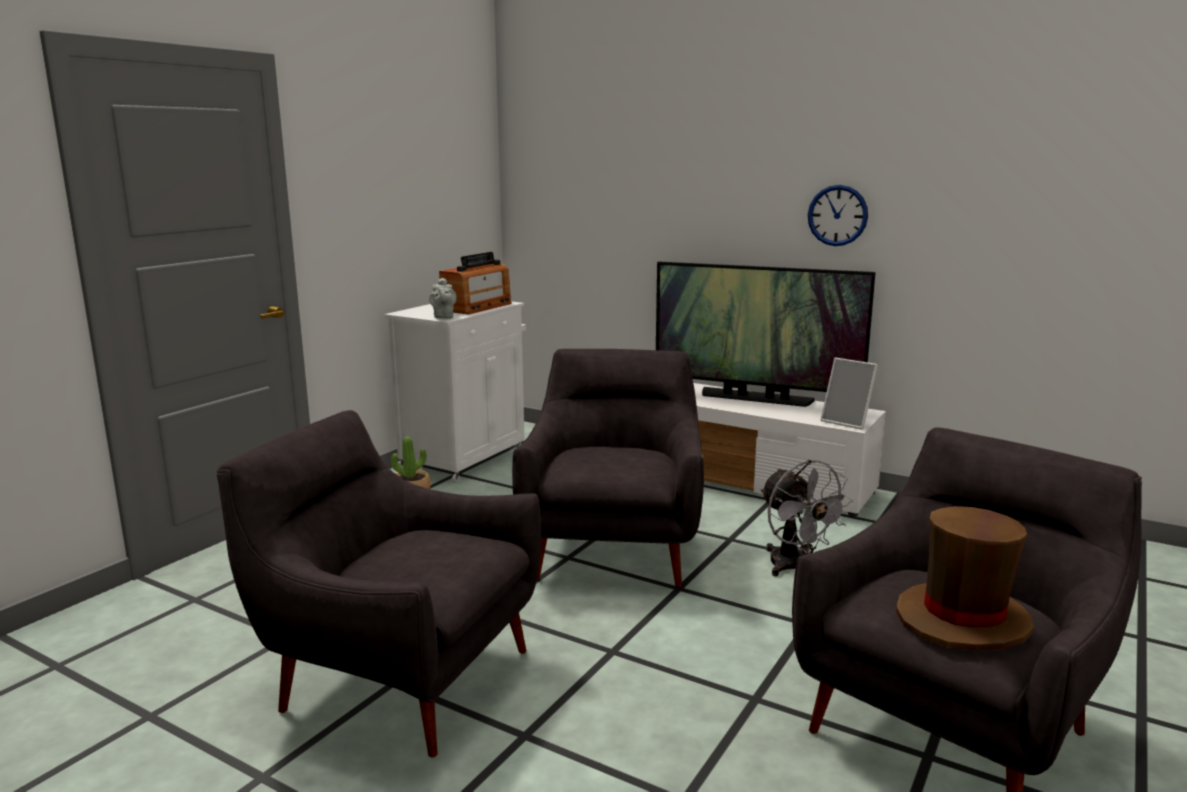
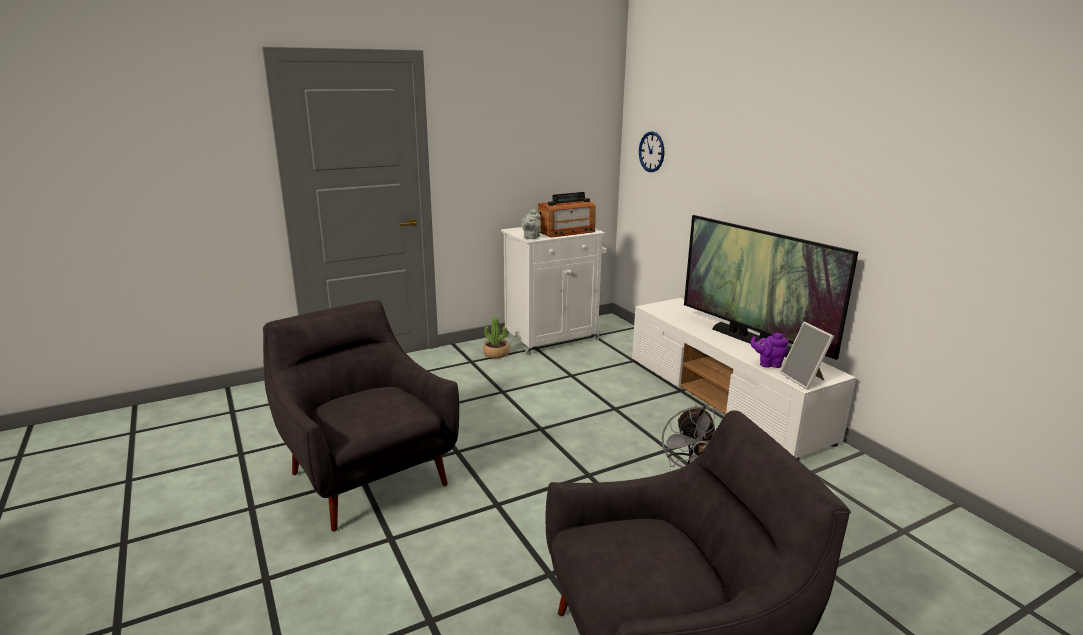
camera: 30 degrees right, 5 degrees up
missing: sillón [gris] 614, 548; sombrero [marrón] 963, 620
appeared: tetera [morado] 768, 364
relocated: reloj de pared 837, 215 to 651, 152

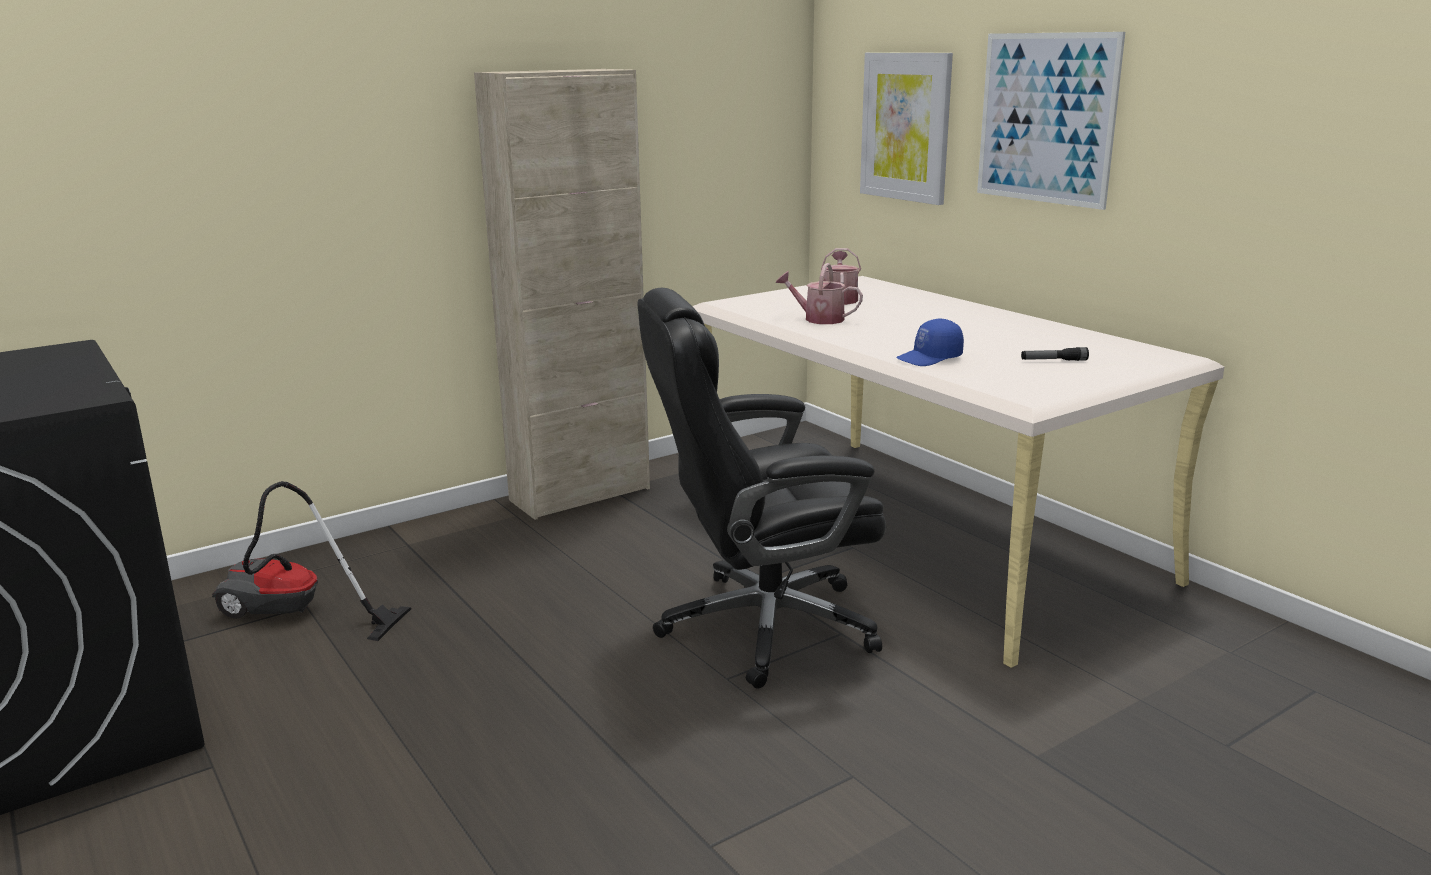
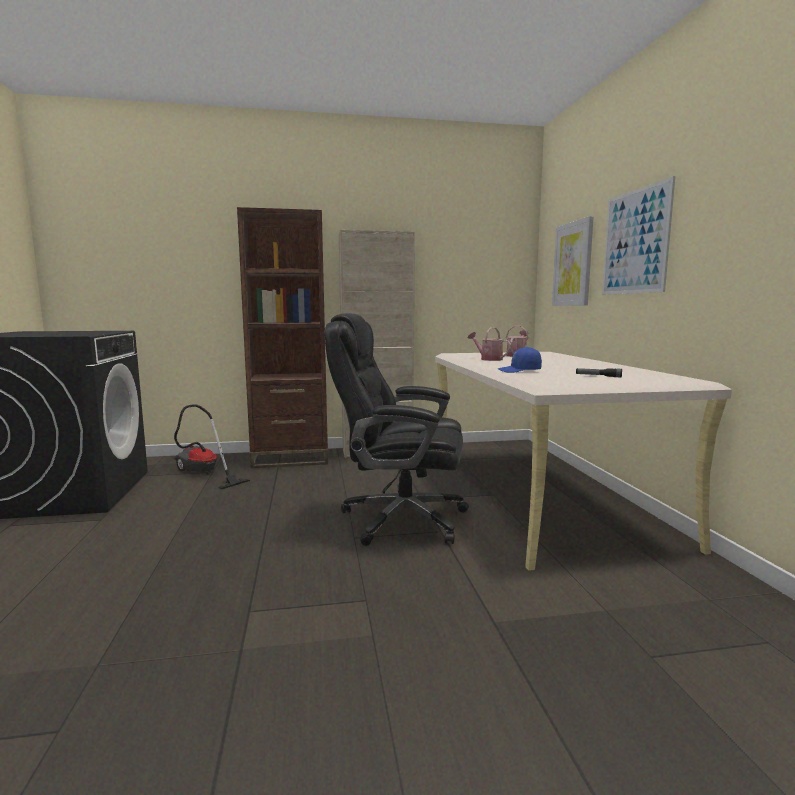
camera: 25 degrees right, 10 degrees down
appeared: estantería [marrón] 290, 458

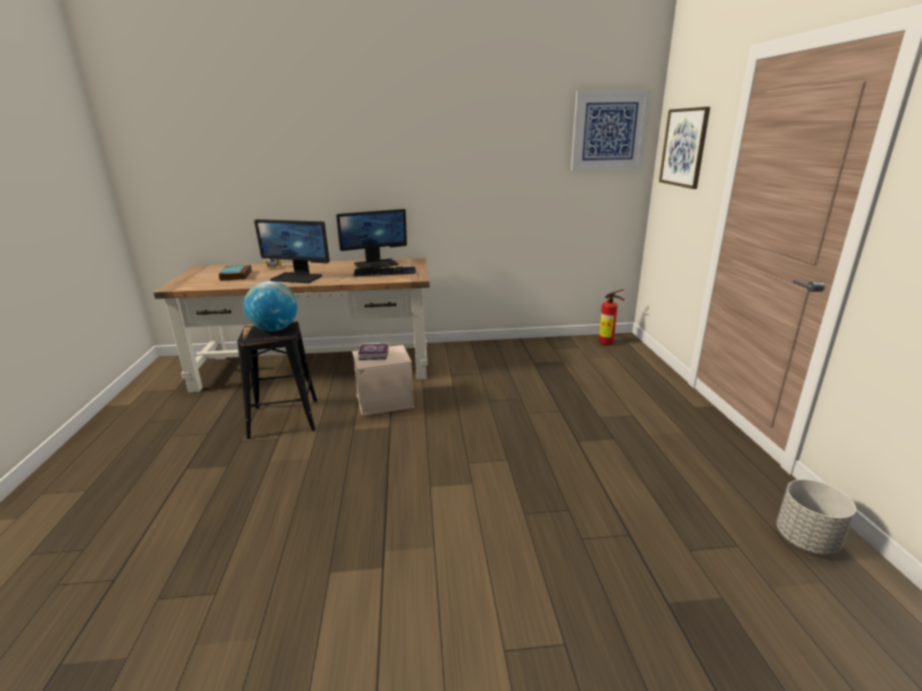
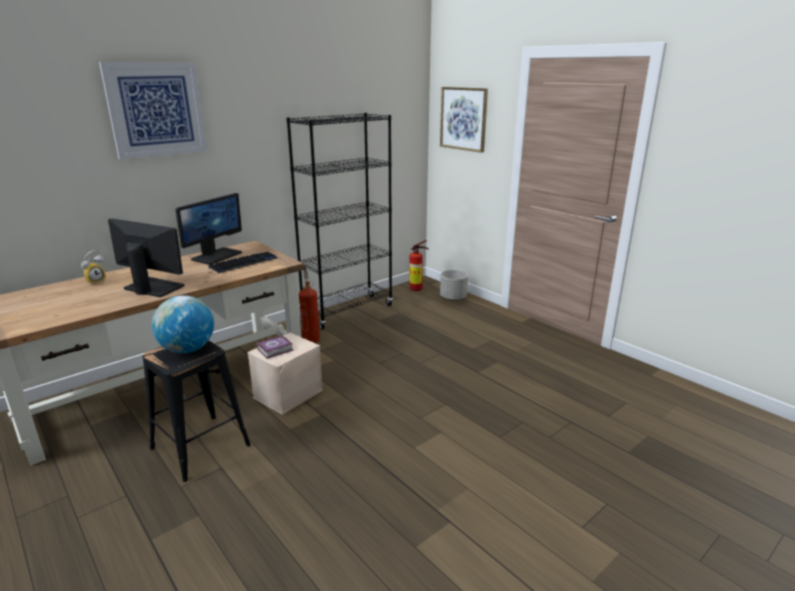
camera: 35 degrees left, 0 degrees up
missing: libro 236, 275
appeared: estantería [negro] 348, 312; extintor 310, 338
relocated: cuadro 609, 131 to 156, 109; maceta [gris] 805, 539 to 453, 298
spun: monitor 297, 278 = 153, 287 135 degrees counterclockwise

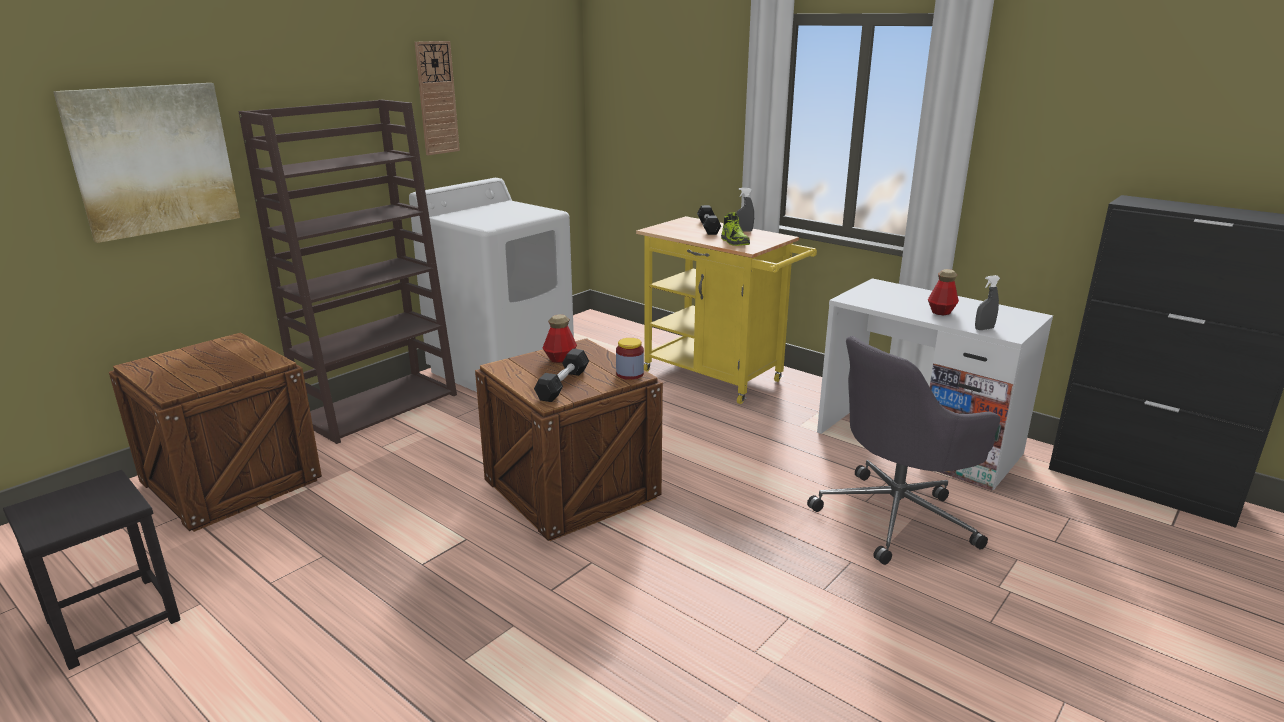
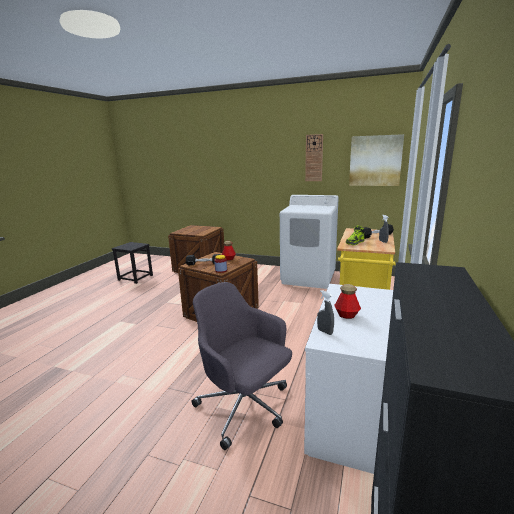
camera: 70 degrees right, 5 degrees down
missing: estantería [marrón] 379, 406
relocated: cuadro 153, 159 to 375, 161

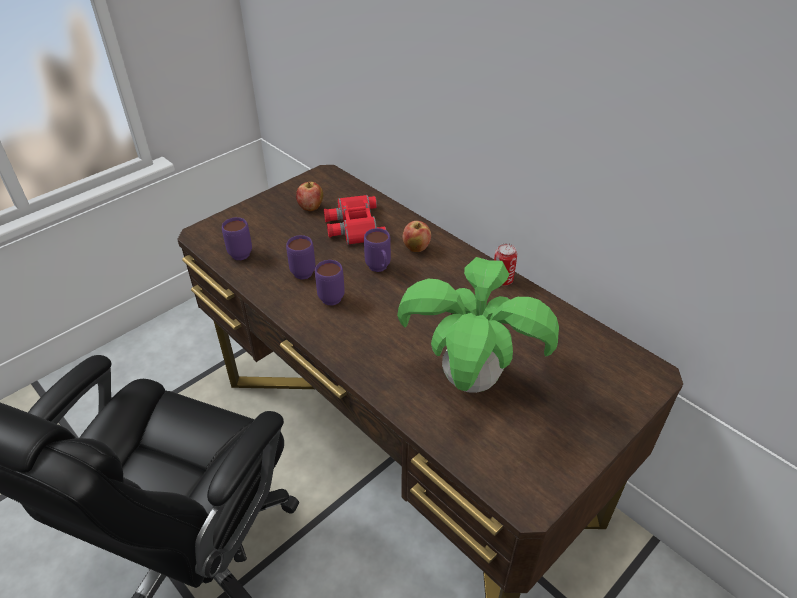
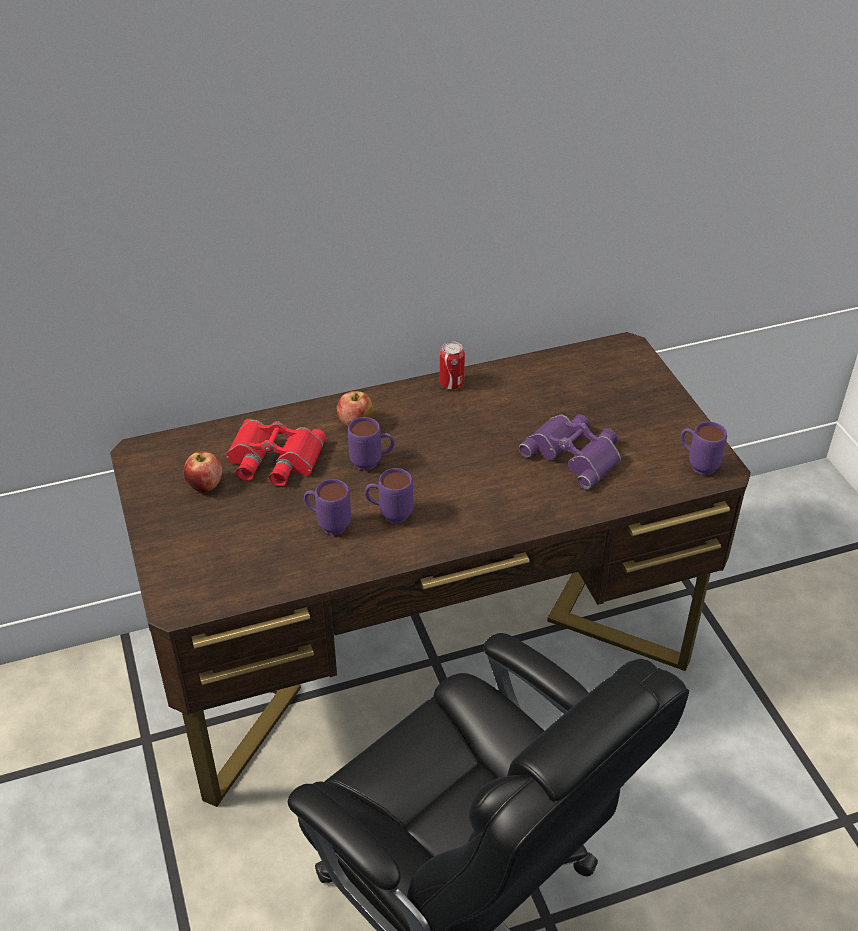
camera: 65 degrees left, 0 degrees up
relocated: taza grande [morado] 242, 252 to 697, 465
exchanged: planta en maceta 471, 381 to prismáticos [morado] 575, 454

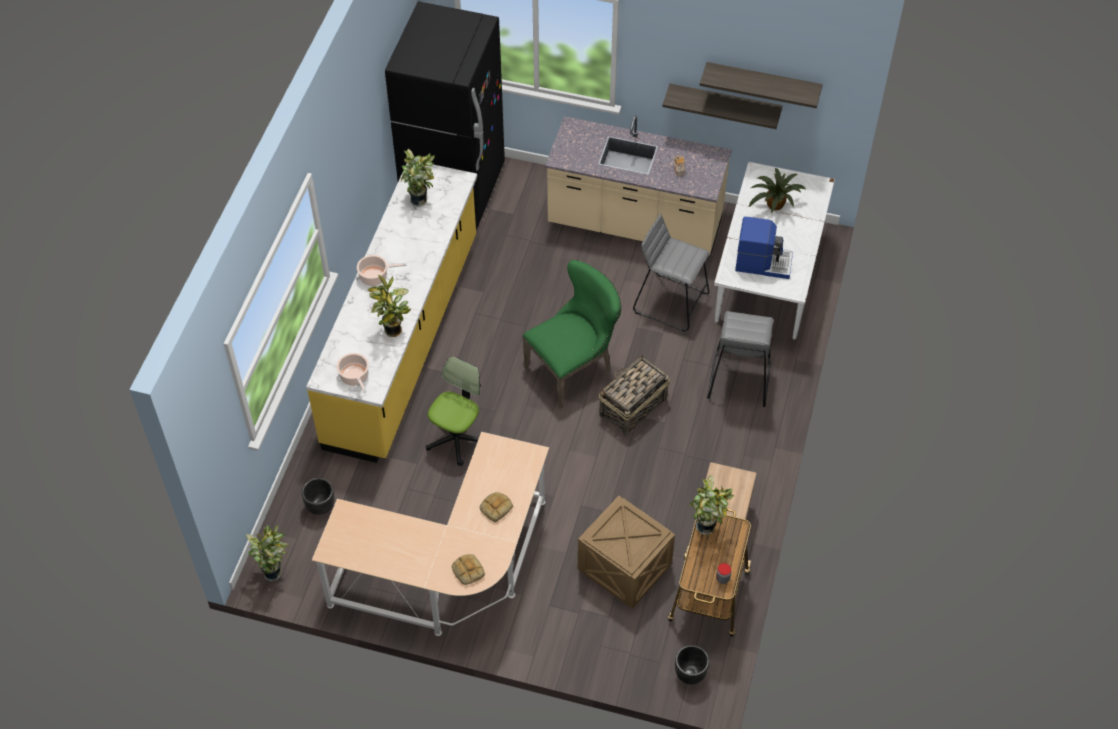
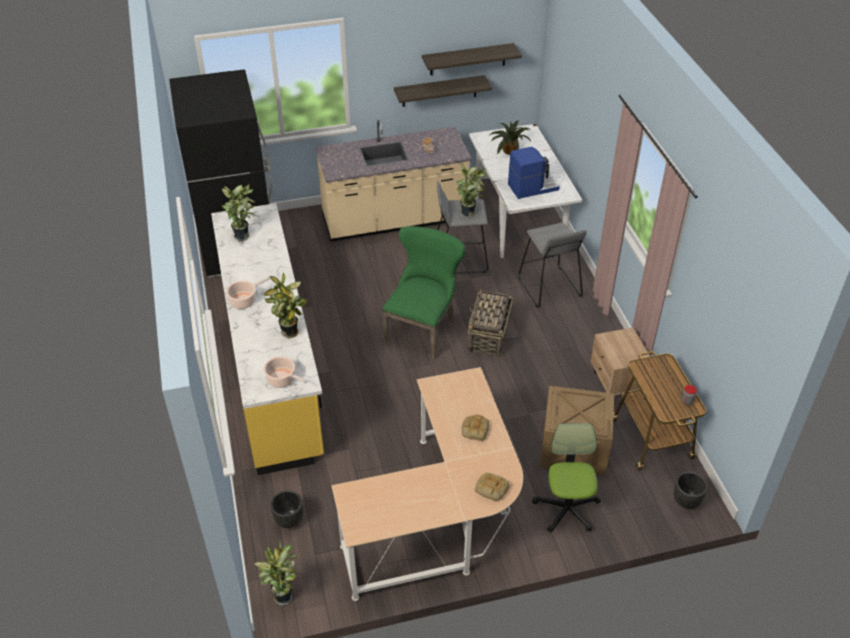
camera: 30 degrees left, 10 degrees down
relocated: silla de oficina 457, 438 to 566, 508; planta en maceta 708, 527 to 469, 213

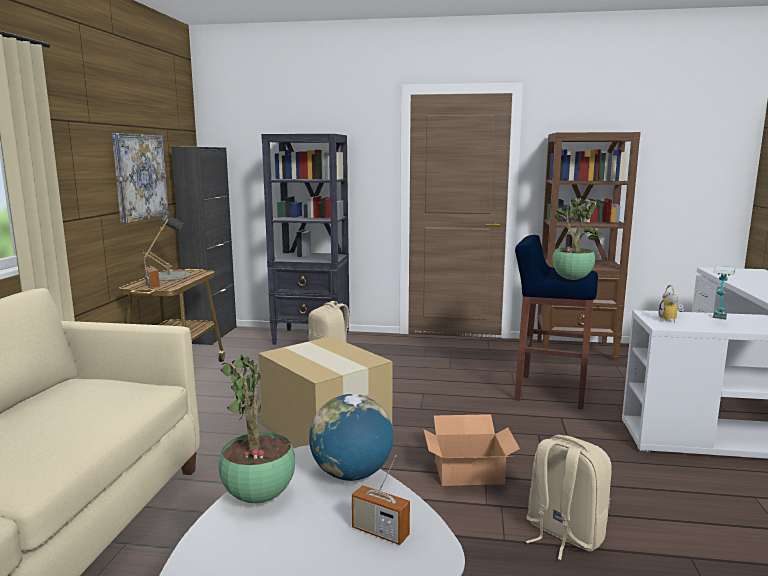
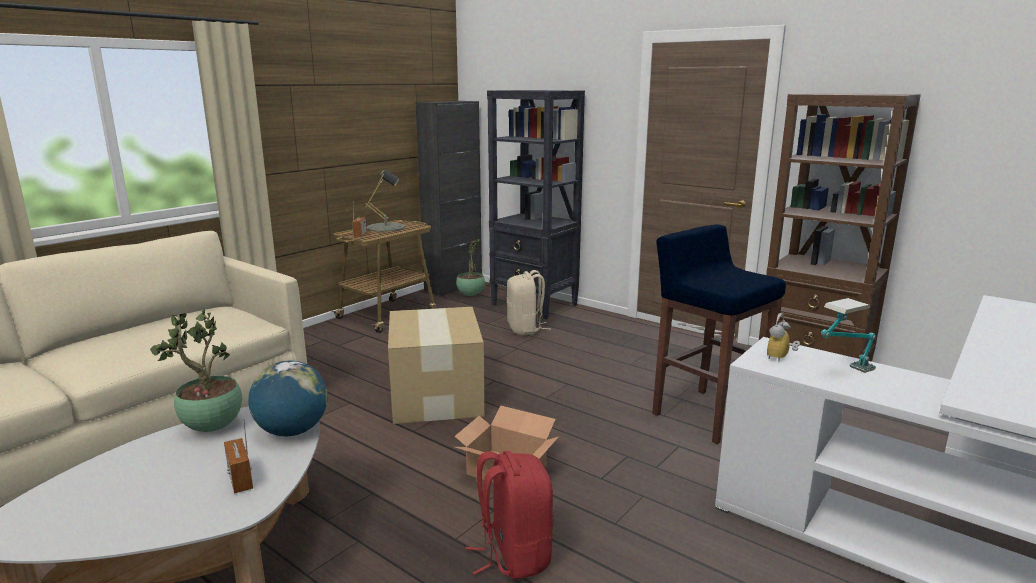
camera: 30 degrees right, 5 degrees up
missing: cuadro 140, 177
relocated: planta en maceta 571, 279 to 470, 295
colour: mochila [beis] 563, 534 to mochila [rojo] 513, 555

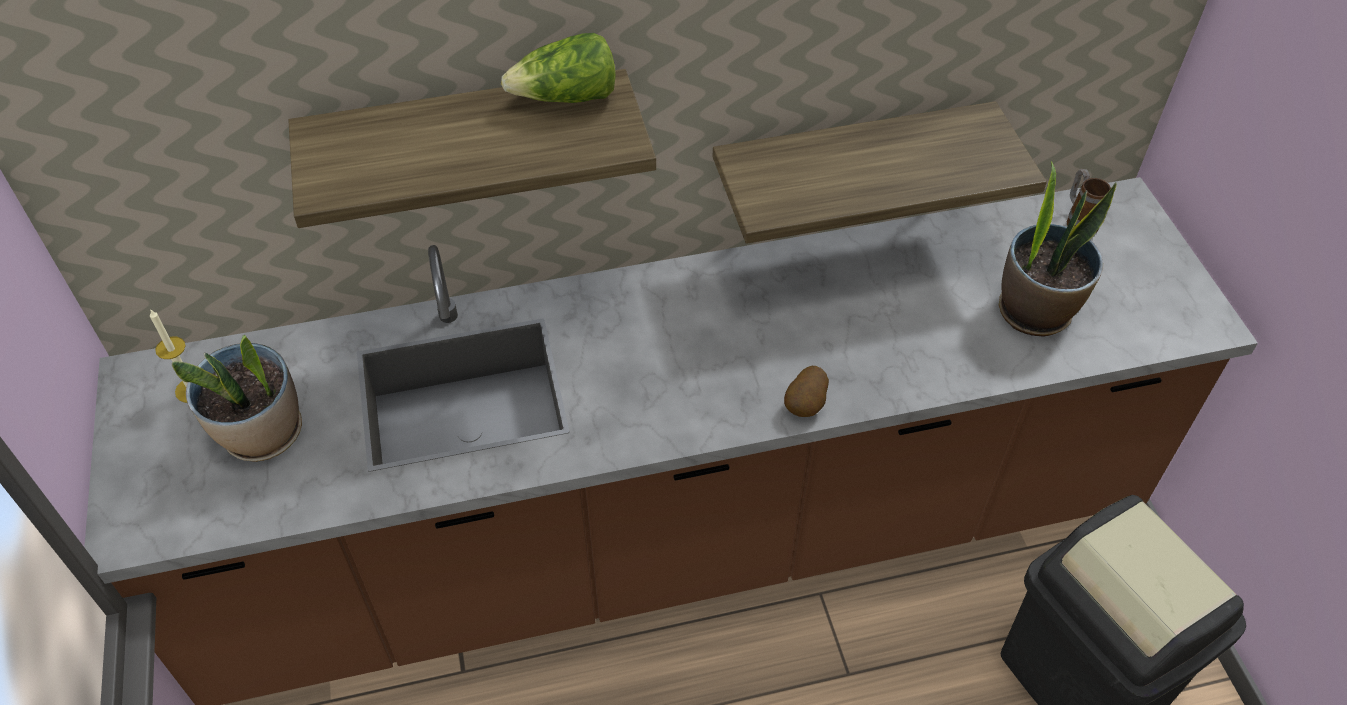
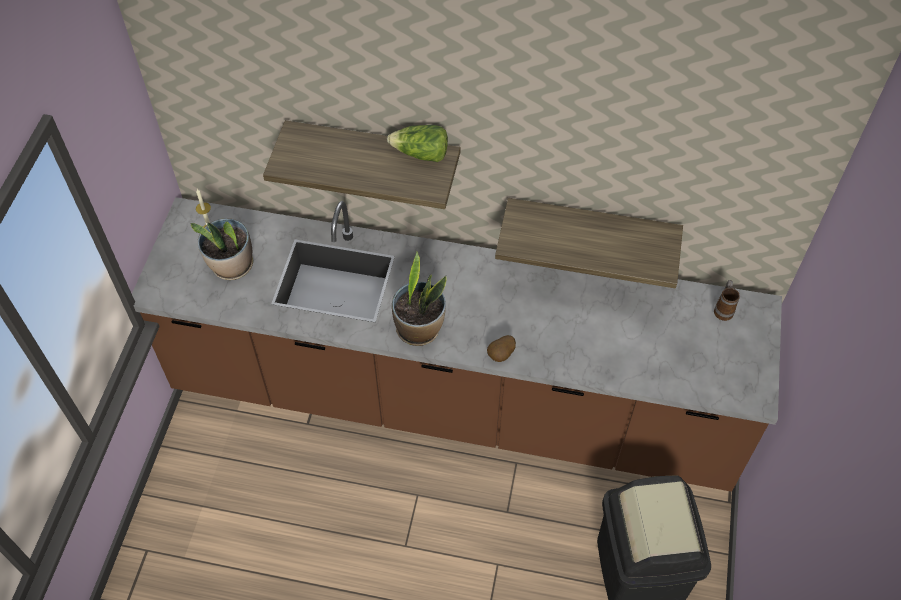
camera: 25 degrees right, 5 degrees up
relocated: planta en maceta 1035, 311 to 419, 329

